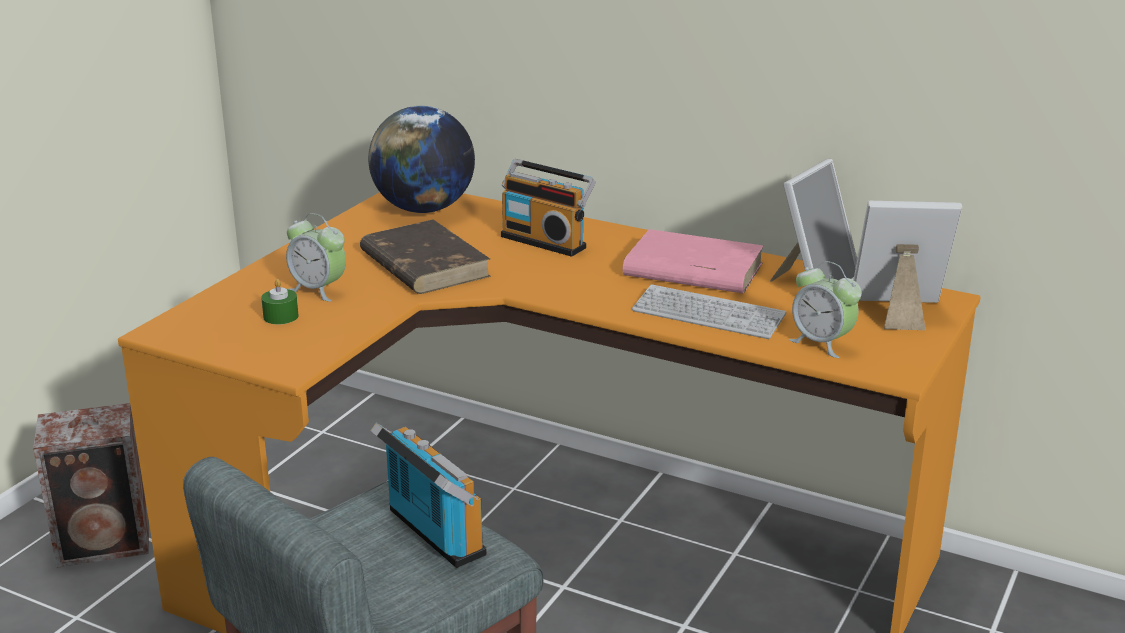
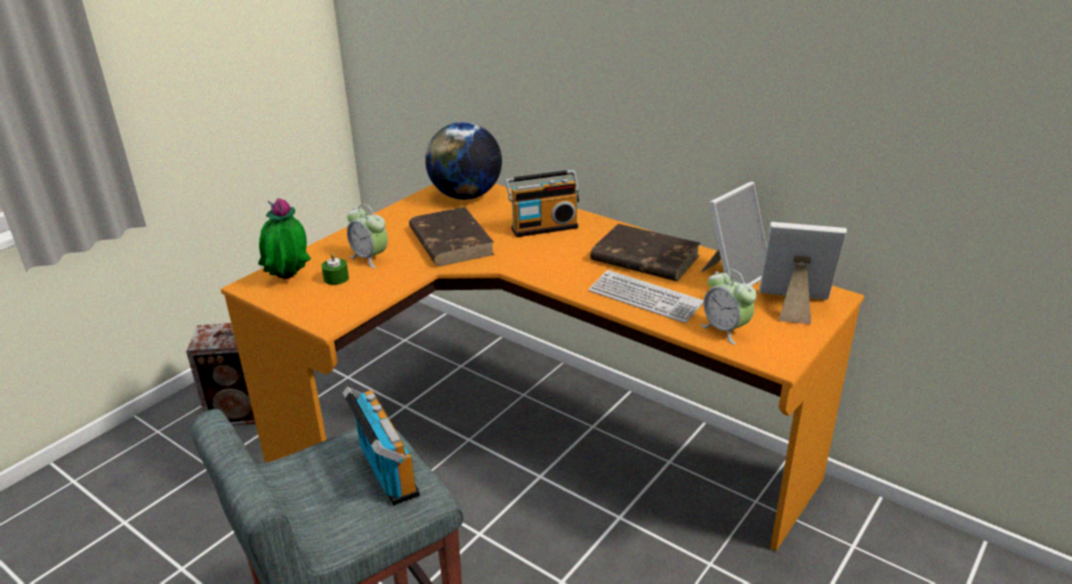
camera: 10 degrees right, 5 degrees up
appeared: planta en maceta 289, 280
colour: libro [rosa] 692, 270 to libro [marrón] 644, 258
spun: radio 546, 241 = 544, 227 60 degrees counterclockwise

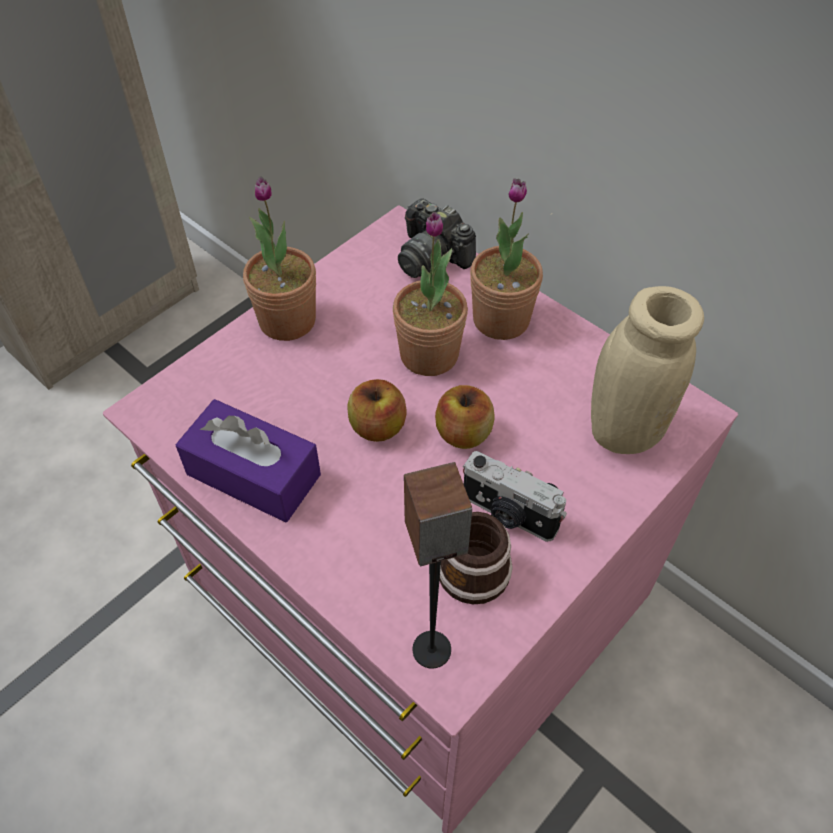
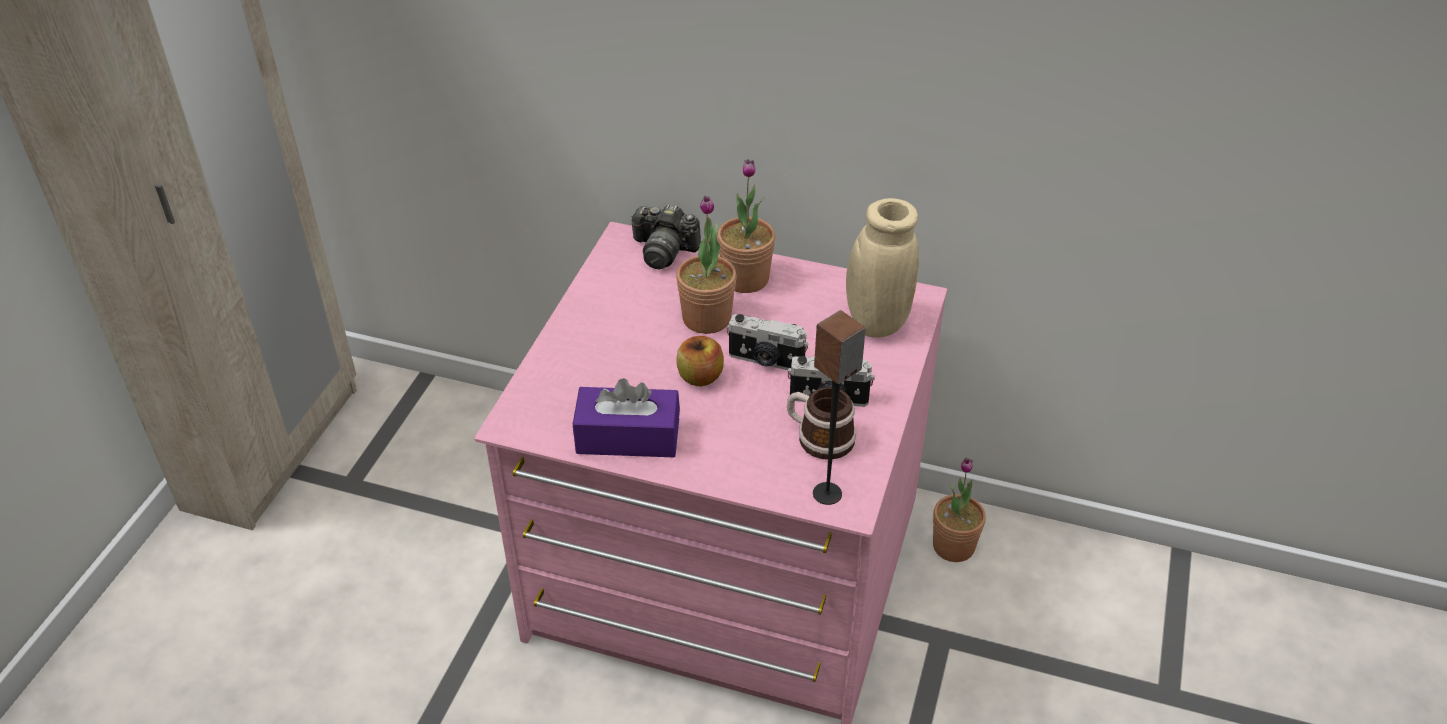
camera: 25 degrees left, 10 degrees down
relocated: planta en maceta 287, 320 to 953, 546
exchanged: manzana 463, 433 to cámara 765, 361

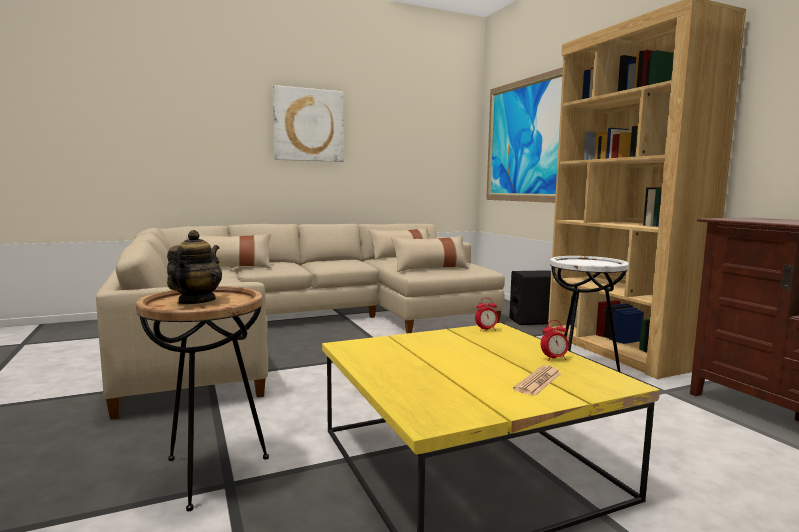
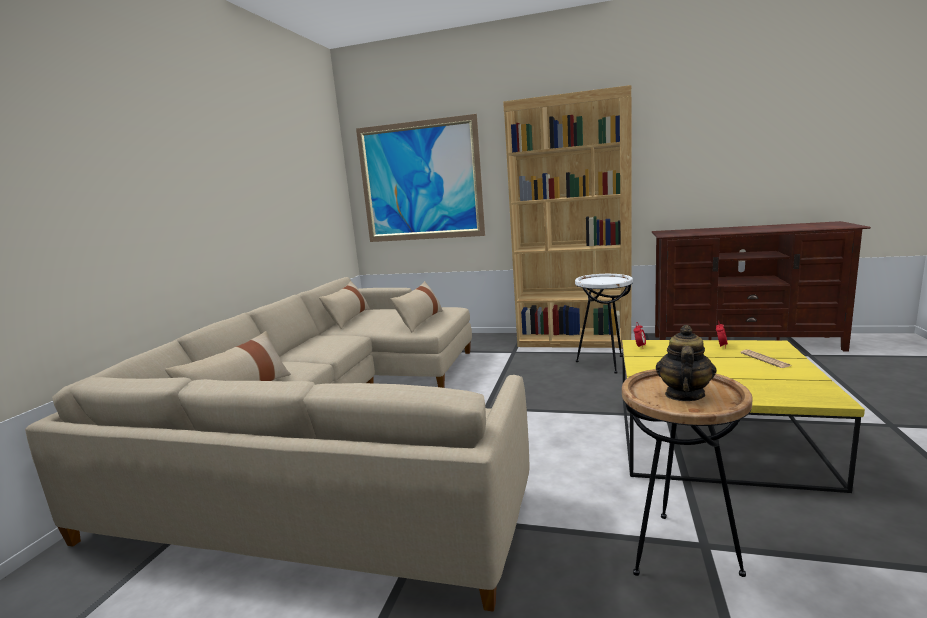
camera: 50 degrees left, 5 degrees up
missing: cuadro 308, 125; altavoz [negro] 533, 321
spun: tetera 196, 301 = 684, 395 60 degrees clockwise

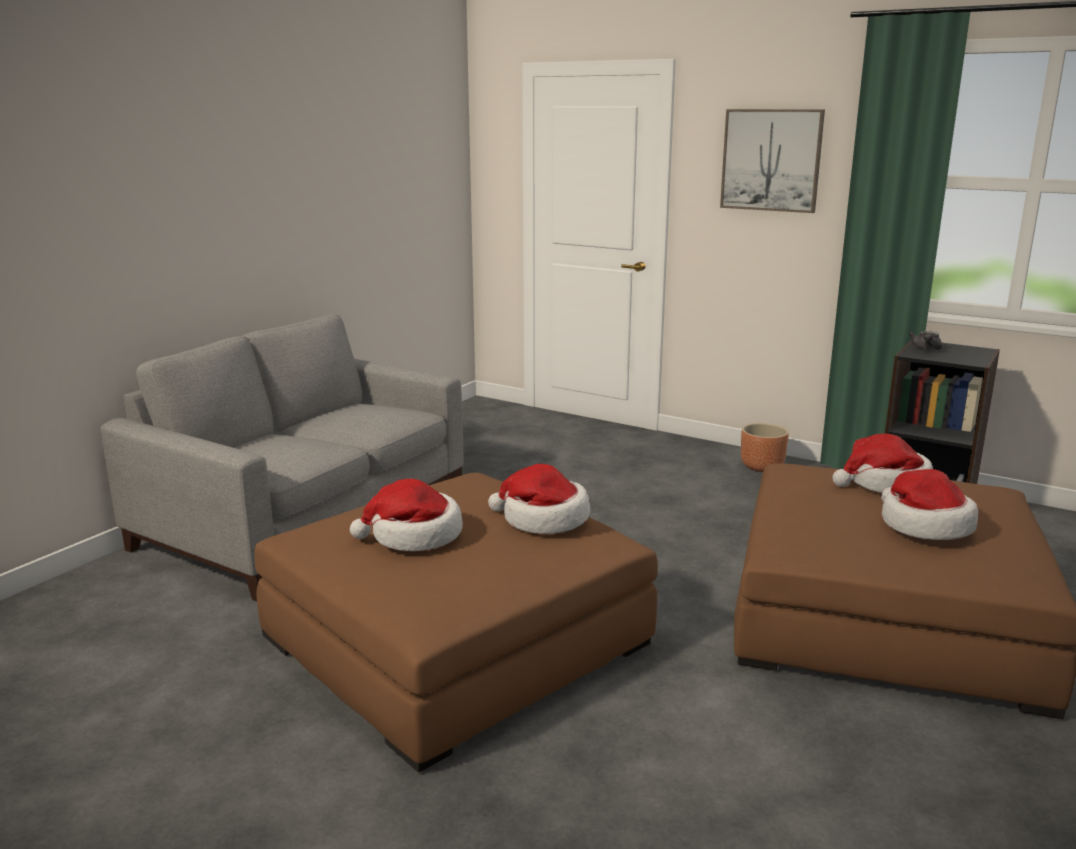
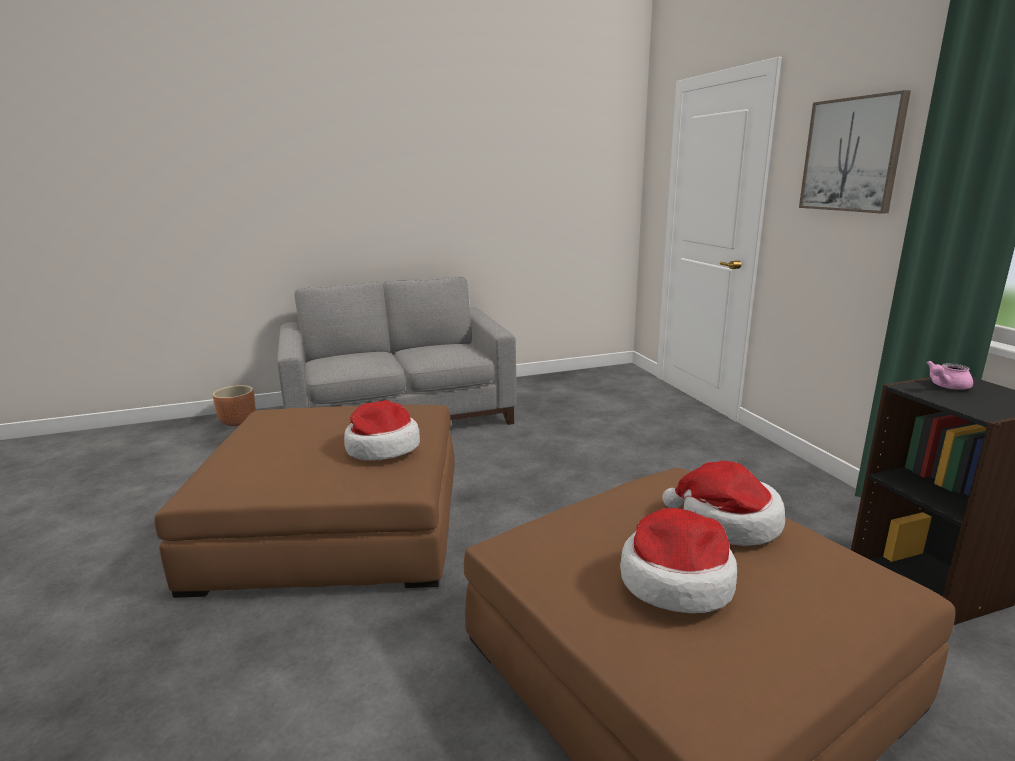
camera: 40 degrees right, 0 degrees up
missing: sombrero 414, 536
relocated: maceta [marrón] 761, 467 to 238, 421
colour: tetera [gris] 926, 349 to tetera [rosa] 945, 386

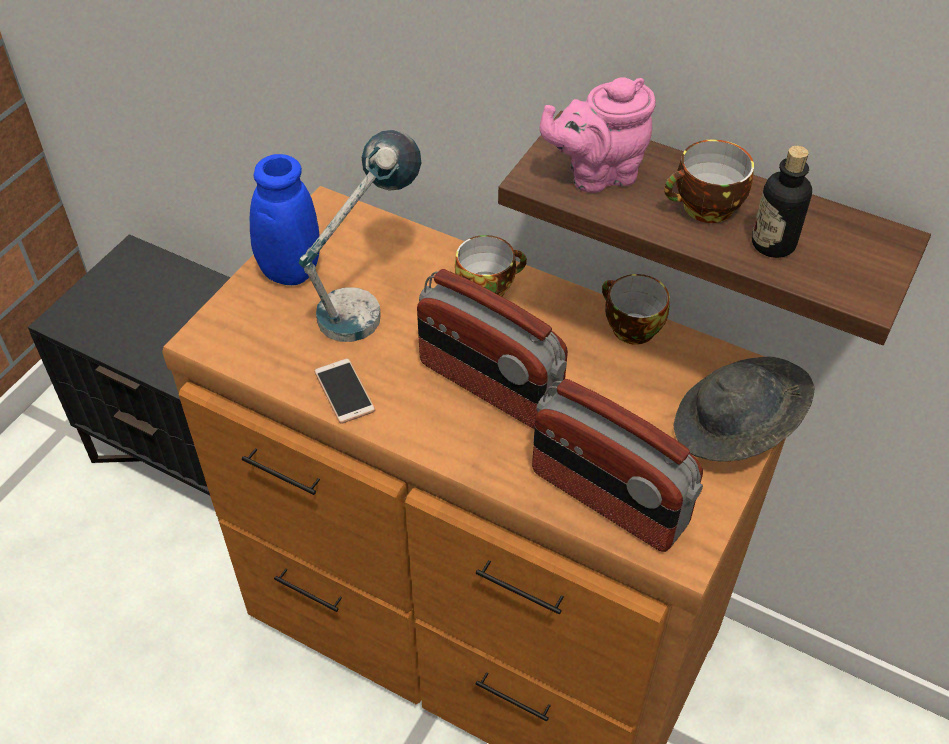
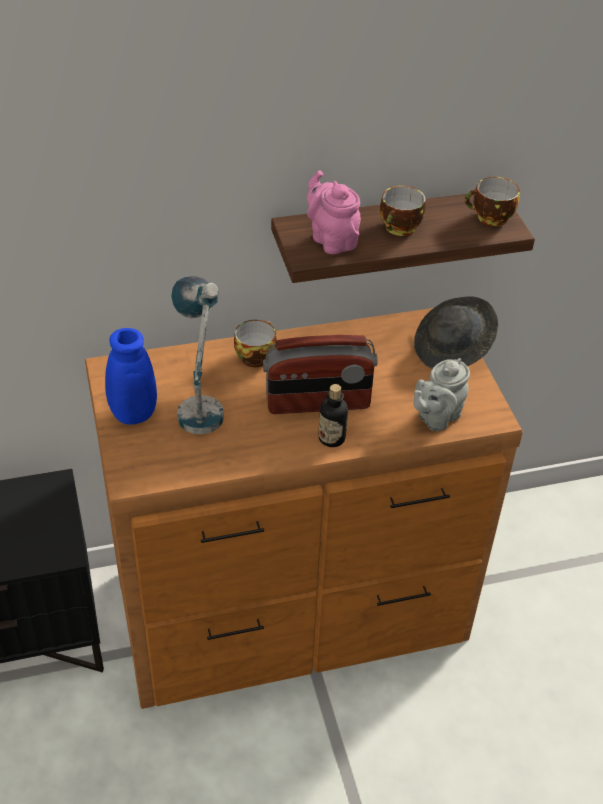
camera: 45 degrees left, 5 degrees down
missing: móvil 344, 391
relocated: taza 629, 328 to 490, 218; botella 773, 244 to 331, 438
exchanged: radio 608, 499 to tetera [gris] 436, 417
spun: tetera [rosa] 597, 174 = 331, 239 120 degrees clockwise

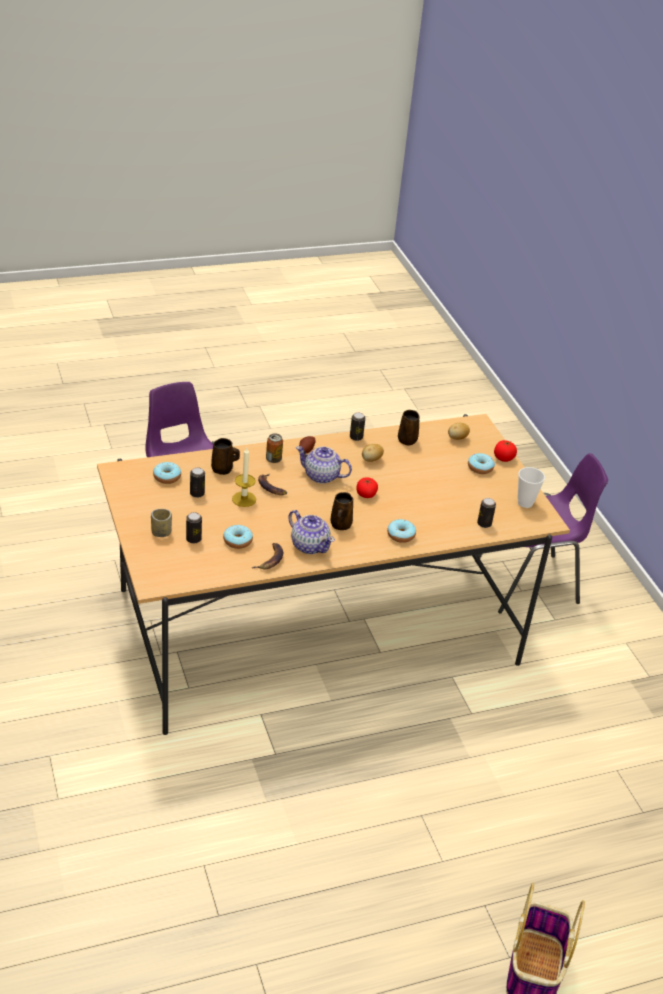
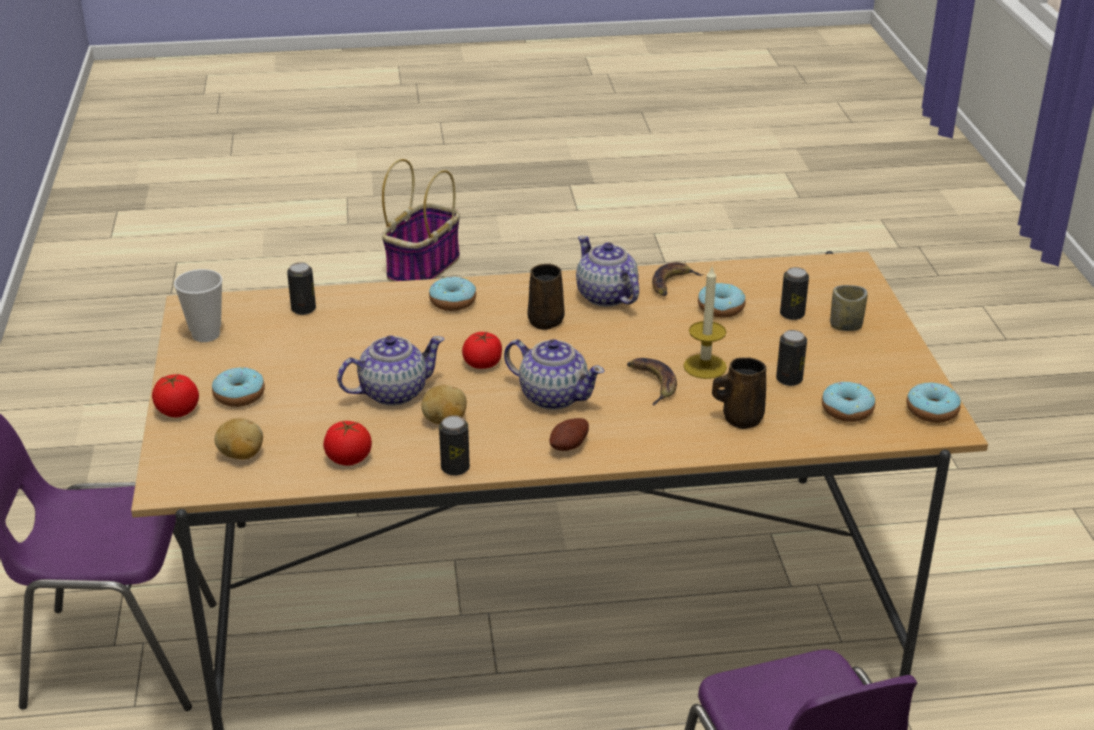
camera: 165 degrees left, 5 degrees down
missing: lata 273, 459
appeared: tetera 392, 392; rosquilla 931, 411
exchanged: taza grande [marrón] 407, 439 to tomate 348, 458

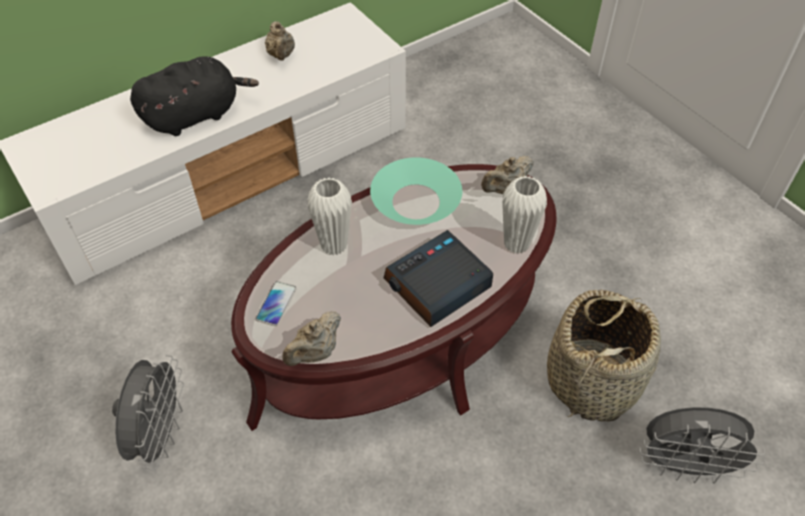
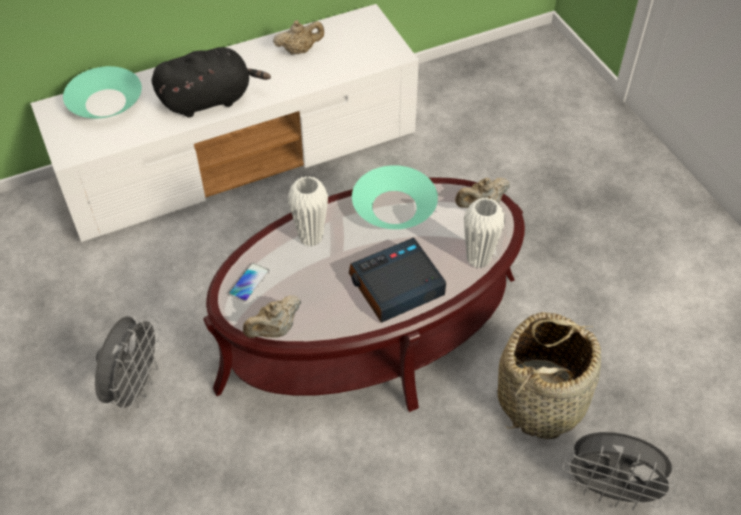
camera: 10 degrees right, 0 degrees up
appeared: cuenco [turquesa] 105, 102
spun: tetera [beis] 281, 55 = 299, 50 105 degrees counterclockwise

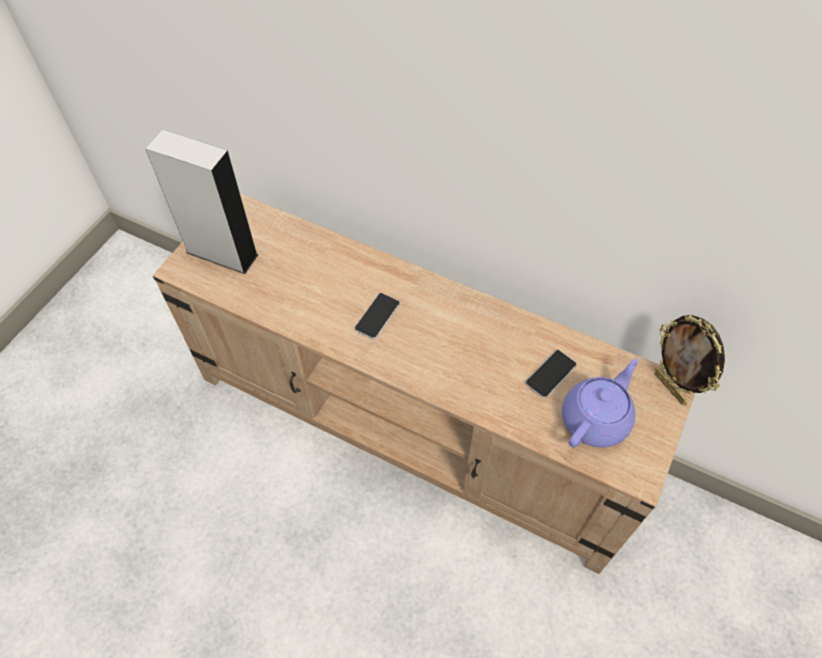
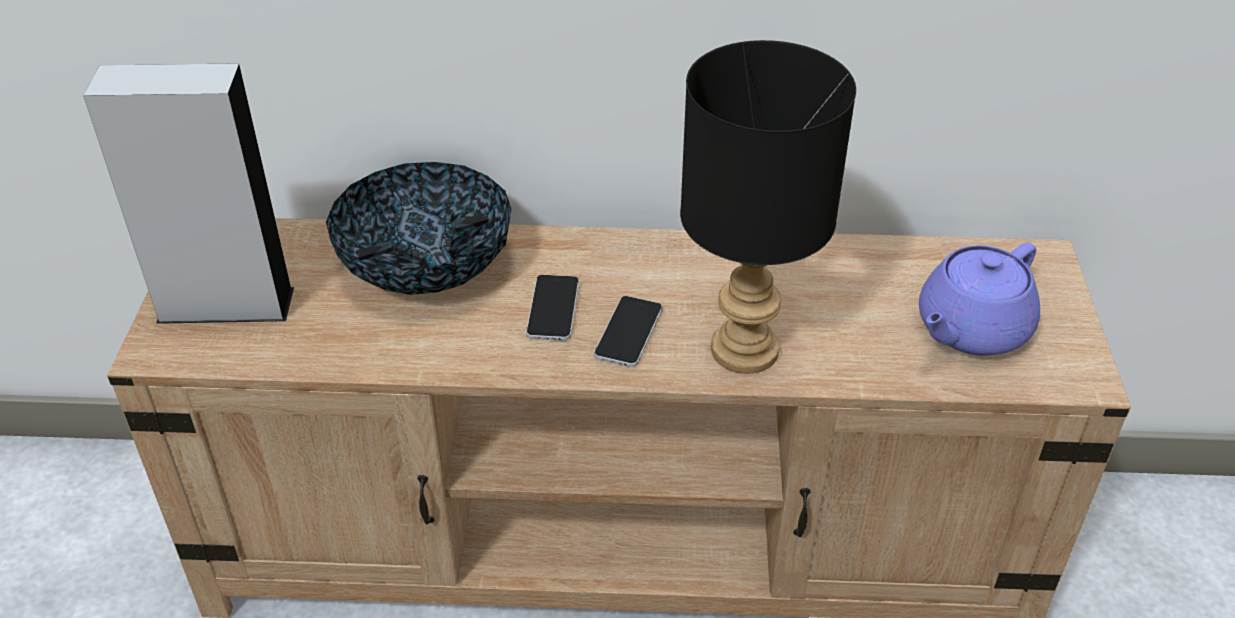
camera: 25 degrees left, 15 degrees down
missing: portarretratos 670, 387
appeared: cuenco 426, 265; lámpara de mesa [negro] 747, 350
relocated: móvil 550, 374 to 629, 332
spun: tetera [morado] 596, 418 = 971, 329 150 degrees counterclockwise

